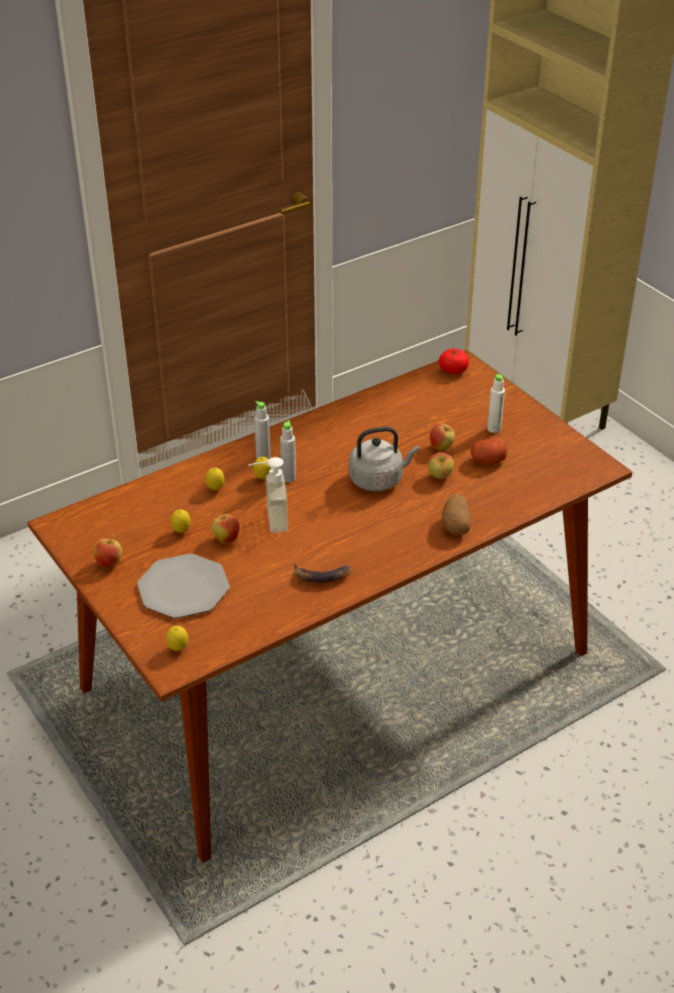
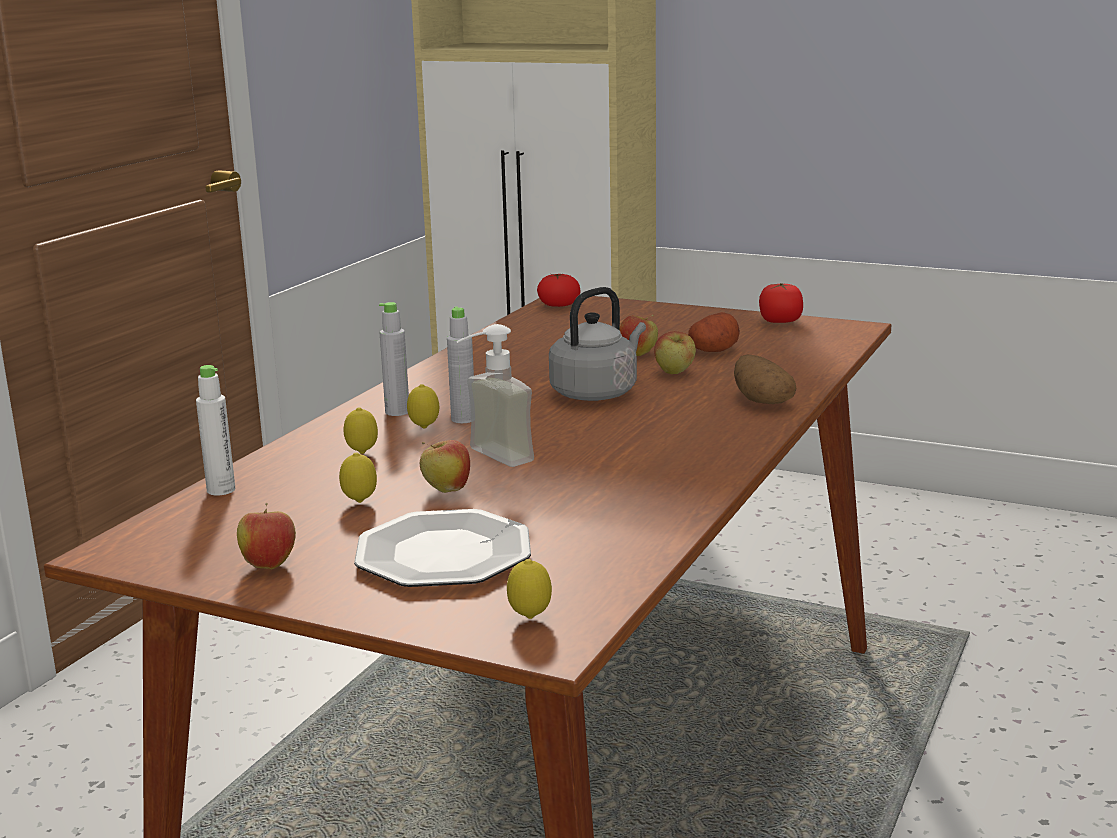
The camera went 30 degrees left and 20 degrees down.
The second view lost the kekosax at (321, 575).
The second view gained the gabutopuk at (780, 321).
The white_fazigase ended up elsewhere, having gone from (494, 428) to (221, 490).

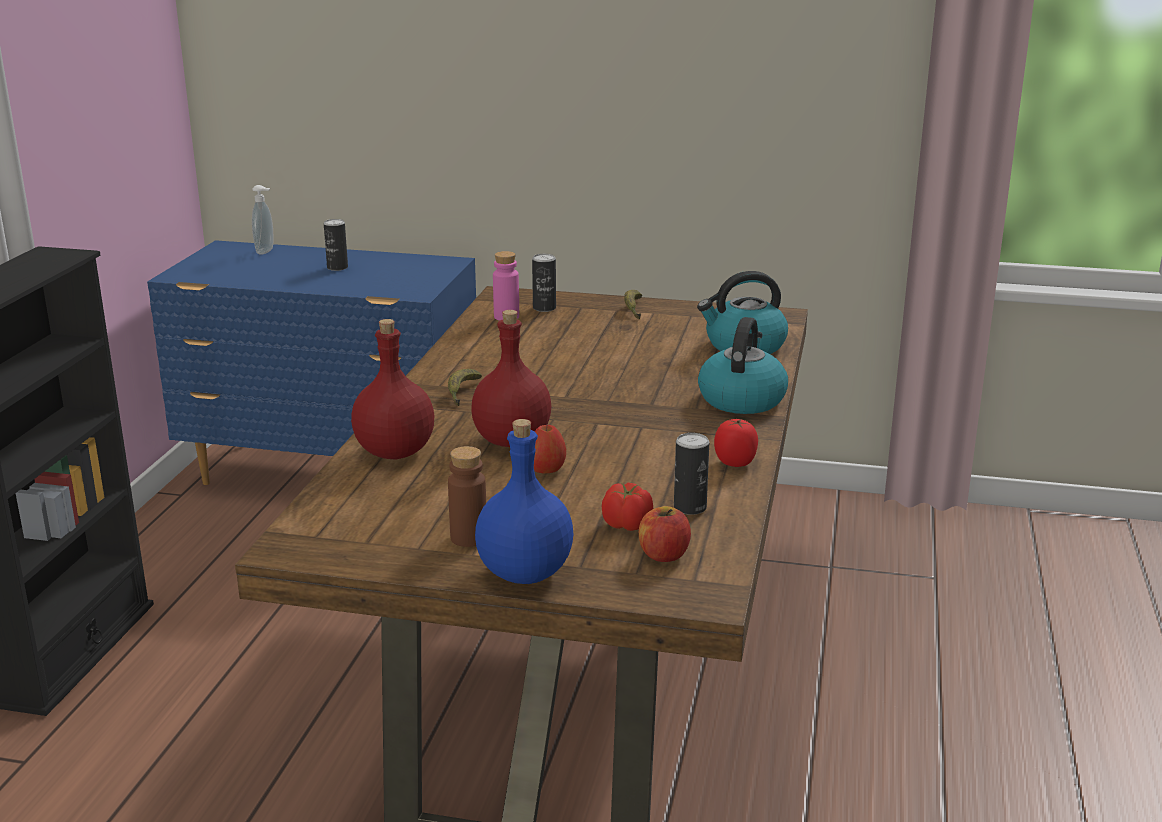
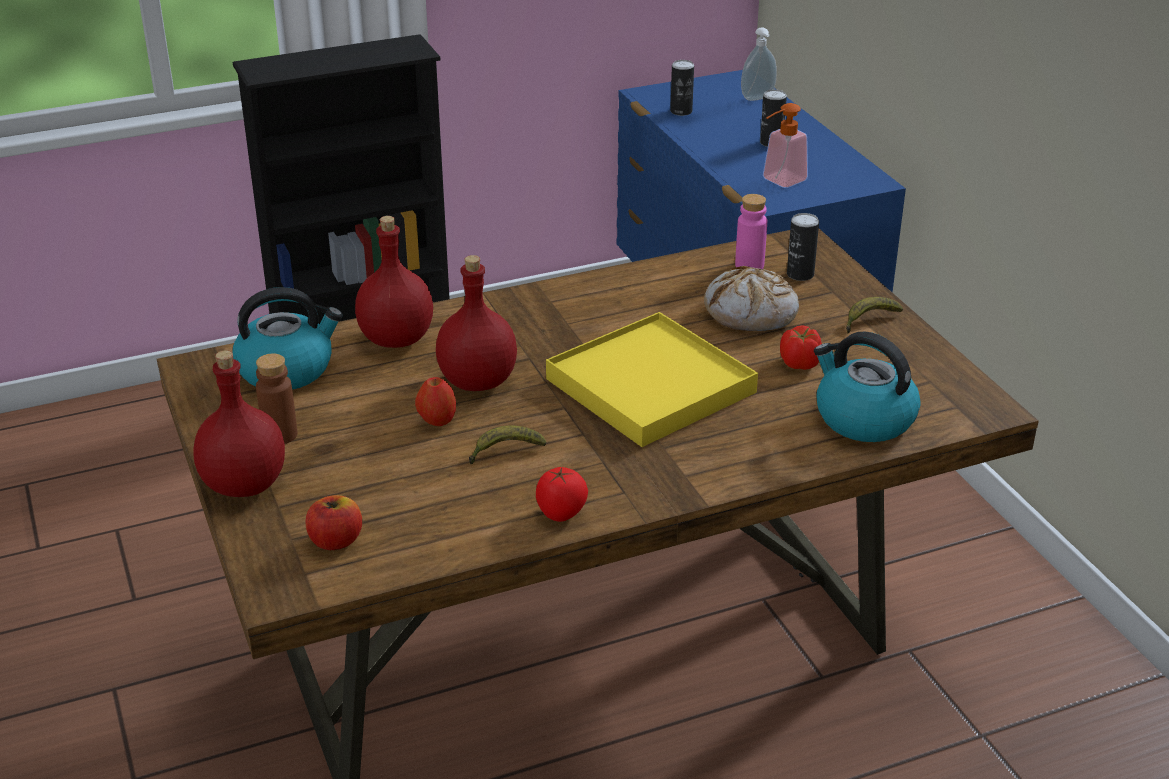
The camera went 55 degrees right and 10 degrees up.
The second view gained the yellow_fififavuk at (651, 386).
The second view gained the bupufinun at (751, 313).
The second view gained the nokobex at (779, 182).
The kekosax ended up elsewhere, having gone from (462, 393) to (505, 451).
The gabutopuk ended up elsewhere, having gone from (627, 525) to (799, 364).
The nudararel ended up elsewhere, having gone from (690, 507) to (681, 111).
The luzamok ended up elsewhere, having gone from (741, 399) to (287, 369).
What was the blue_fazigase at (523, 574) turned into the red_fazigase at (243, 484).

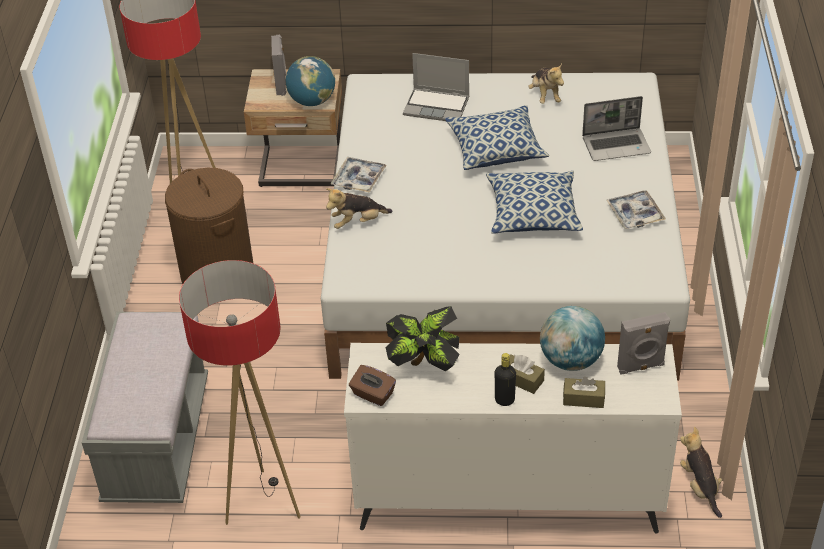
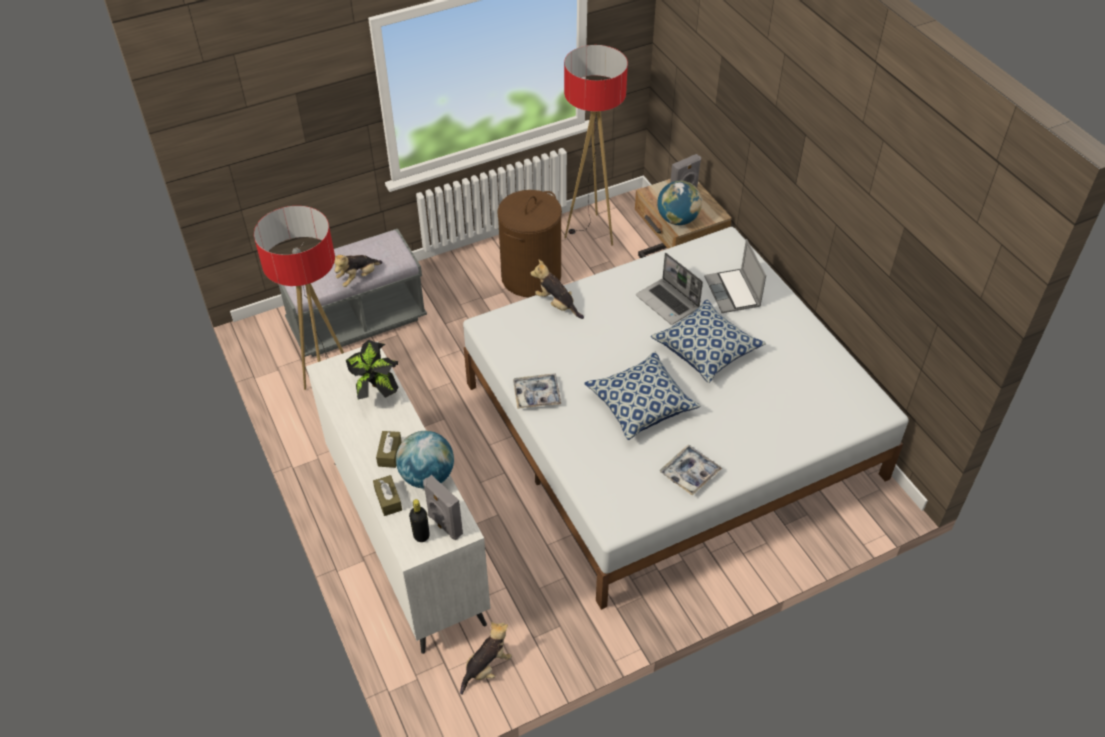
The camera went 60 degrees right and 5 degrees up.
The second view lost the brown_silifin at (372, 394).
The fififavuk ended up elsewhere, having gone from (358, 179) to (537, 395).
The black_fazigase ended up elsewhere, having gone from (504, 400) to (421, 535).
The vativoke ended up elsewhere, having gone from (545, 96) to (358, 278).
The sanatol ended up elsewhere, having gone from (616, 145) to (668, 302).

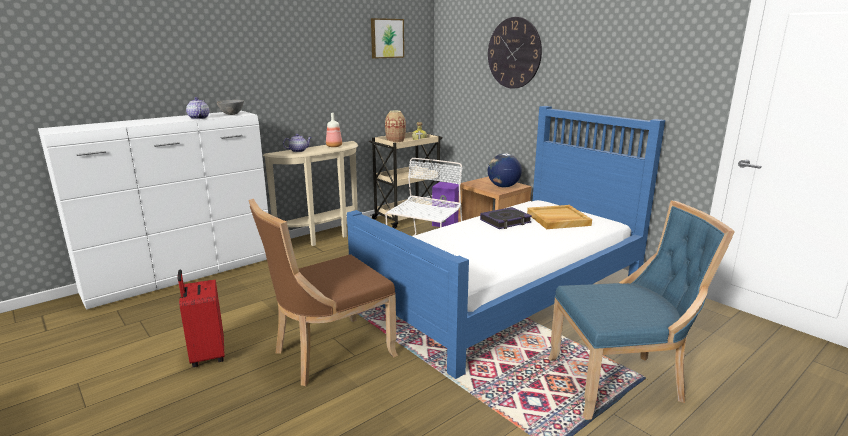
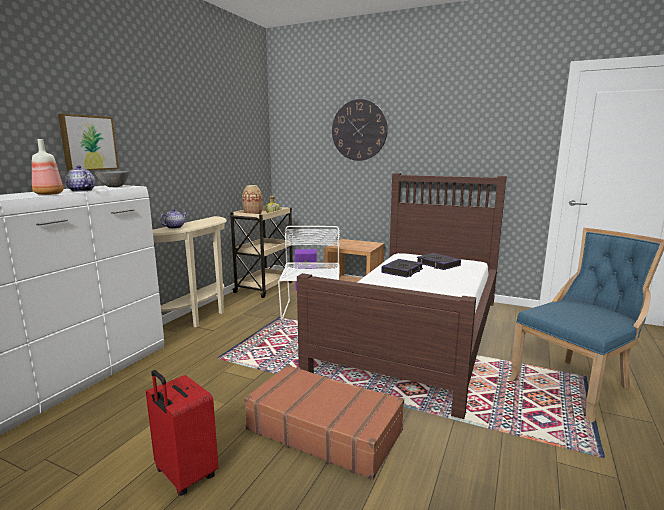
The camera went 25 degrees left and 5 degrees down.
The second view lost the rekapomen at (503, 186).
The fazigase ended up elsewhere, having gone from (334, 146) to (48, 194).
The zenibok ended up elsewhere, having gone from (386, 38) to (88, 143).
Where the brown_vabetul stood at (329, 353), the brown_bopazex came to stand at (324, 429).
Where the beige_fififavuk stood at (558, 219), the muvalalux came to stand at (438, 264).
What was the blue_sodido at (506, 291) turned into the brown_sodido at (415, 333).

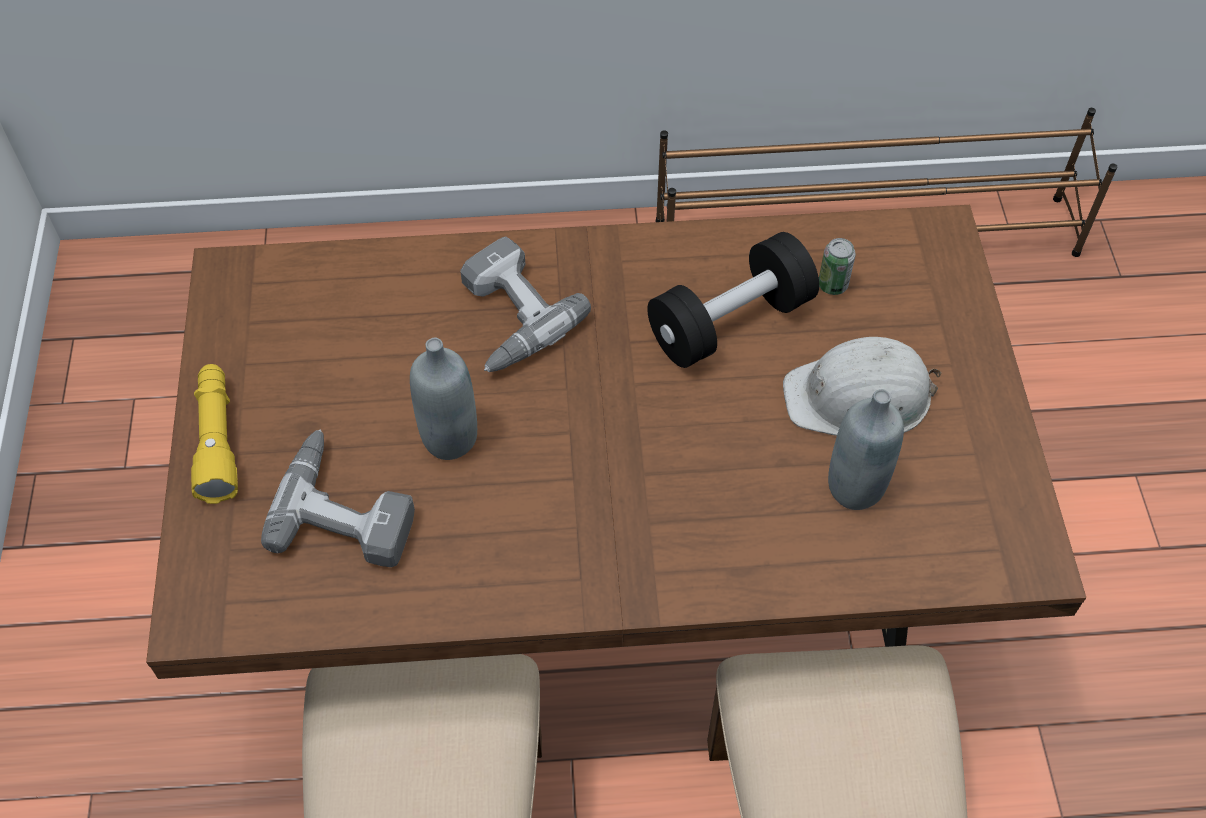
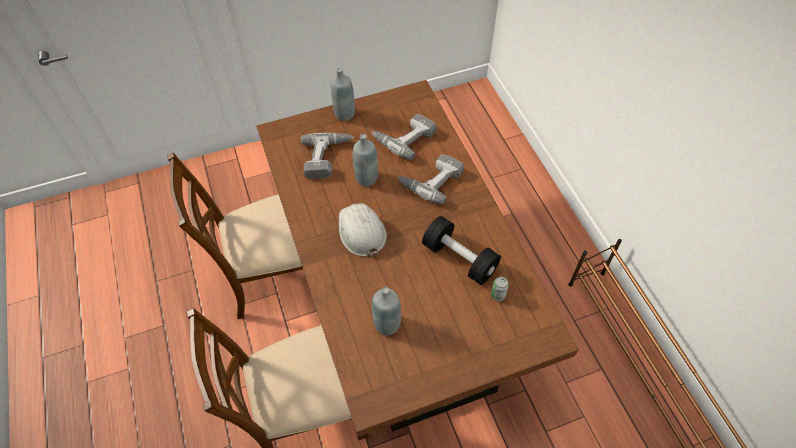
The camera went 75 degrees right and 0 degrees up.
The second view gained the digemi at (404, 137).
The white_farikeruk ended up elsewhere, having gone from (859, 397) to (361, 231).
Where the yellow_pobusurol stood at (217, 440), the grey_fazigase came to stand at (344, 114).

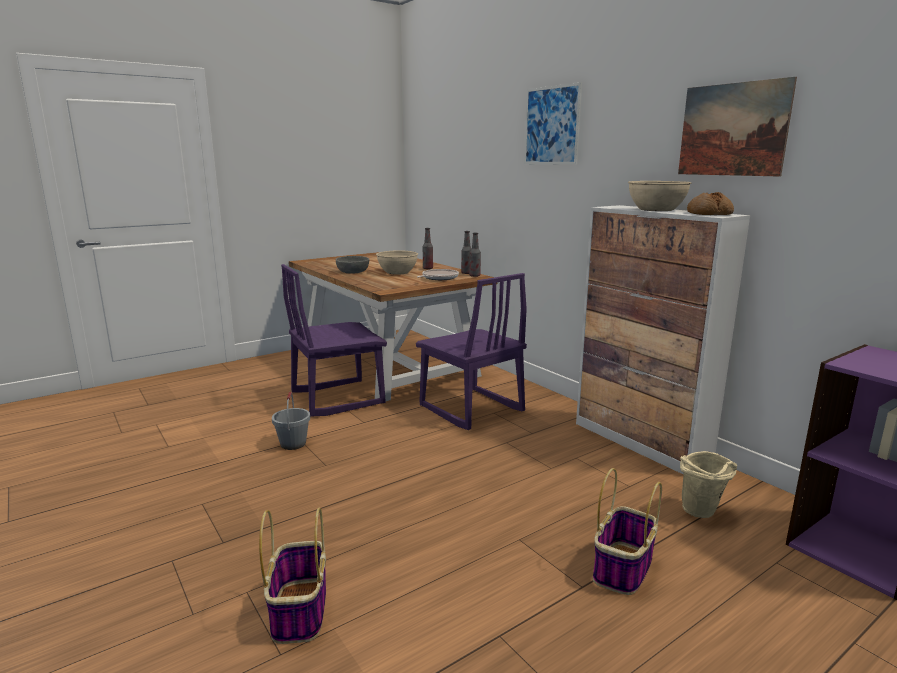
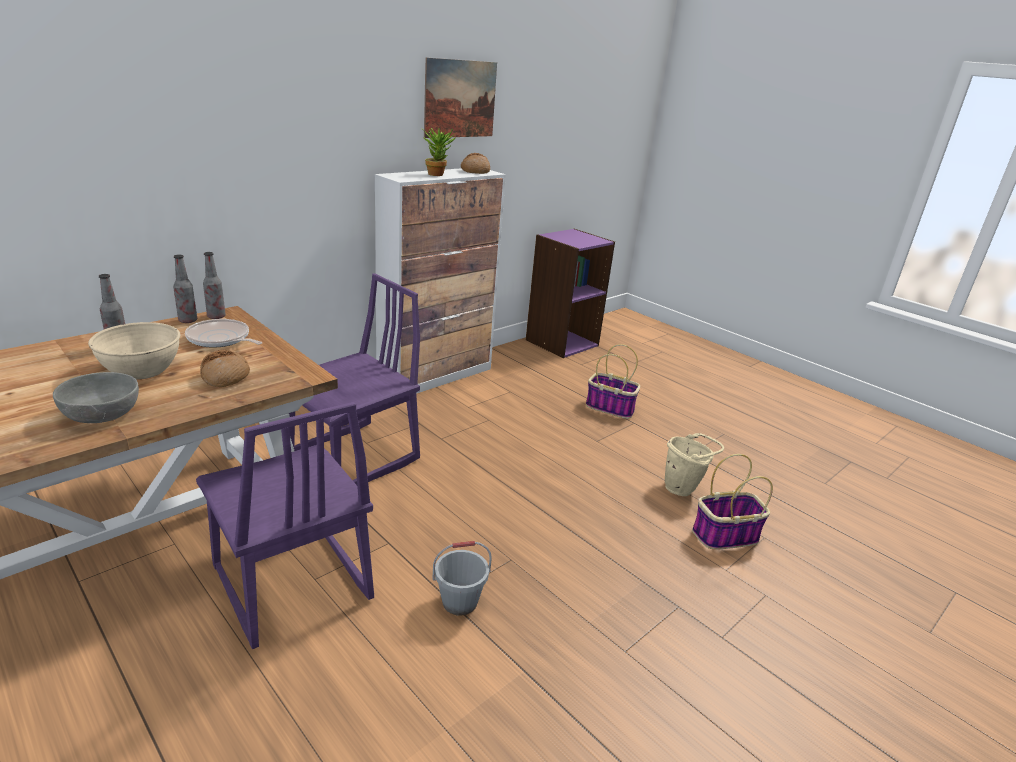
The camera went 100 degrees left and 10 degrees up.
The second view lost the zenibok at (551, 125).
The second view gained the bupufinun at (225, 376).
The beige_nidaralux ended up elsewhere, having gone from (701, 514) to (683, 489).
Where the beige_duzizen stood at (656, 209), the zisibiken came to stand at (437, 174).

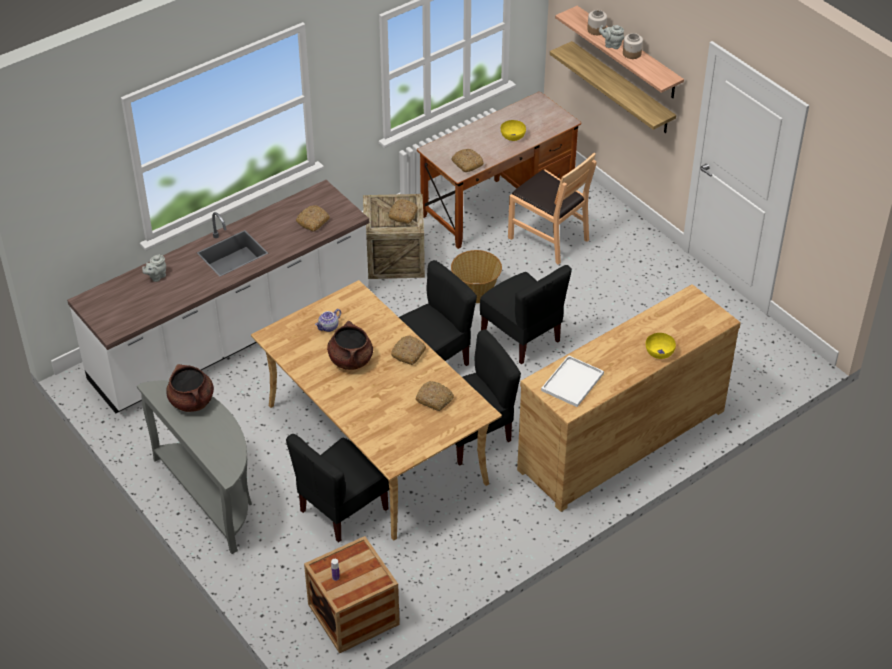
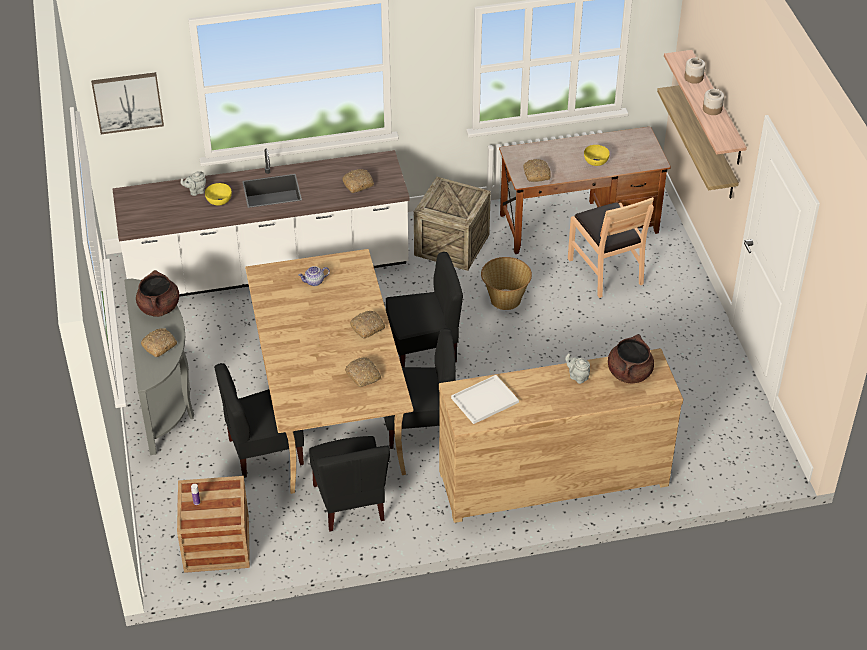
The camera went 25 degrees right and 0 degrees up.
The second view gained the zenibok at (128, 102).
The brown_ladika ended up elsewhere, having gone from (350, 360) to (629, 373).
The bupufinun ended up elsewhere, having gone from (403, 214) to (159, 345).
The black_vabetul ended up elsewhere, having gone from (522, 337) to (350, 503).
The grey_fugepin ended up elsewhere, having gone from (611, 45) to (577, 376).
The yellow_duzizen ended up elsewhere, having gone from (659, 352) to (219, 200).

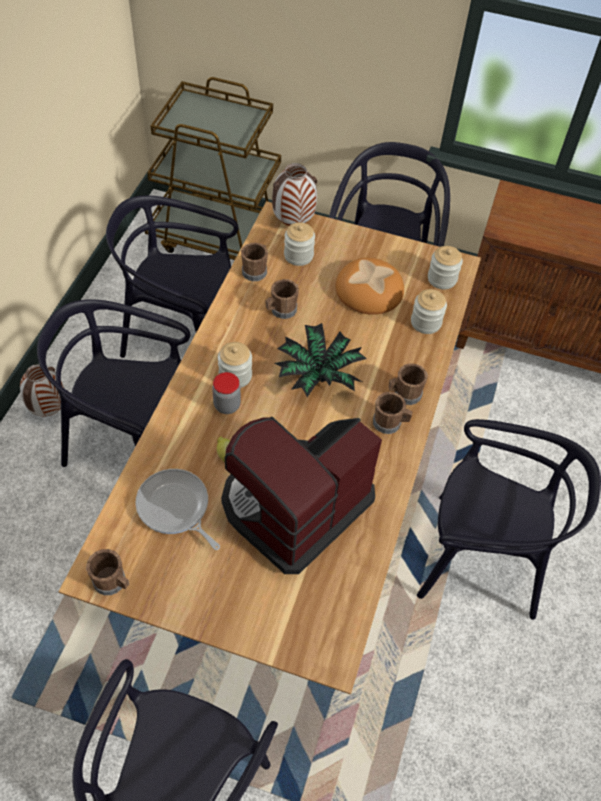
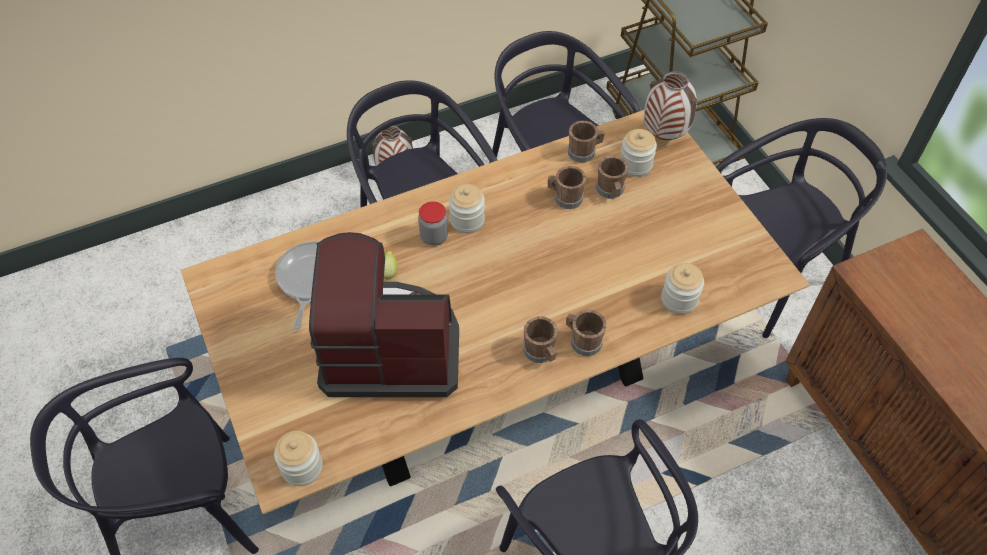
The camera went 50 degrees right and 0 degrees up.
The second view lost the zisibiken at (318, 375).
The second view lost the bupufinun at (370, 290).
The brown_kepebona ended up elsewhere, having gone from (112, 582) to (610, 191).
The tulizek ended up elsewhere, having gone from (442, 279) to (302, 467).

